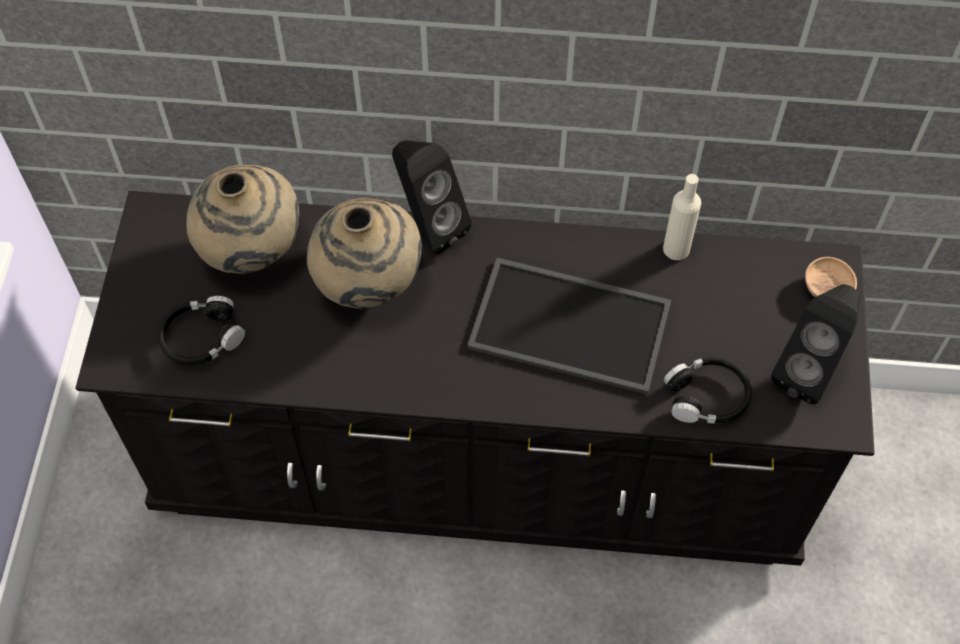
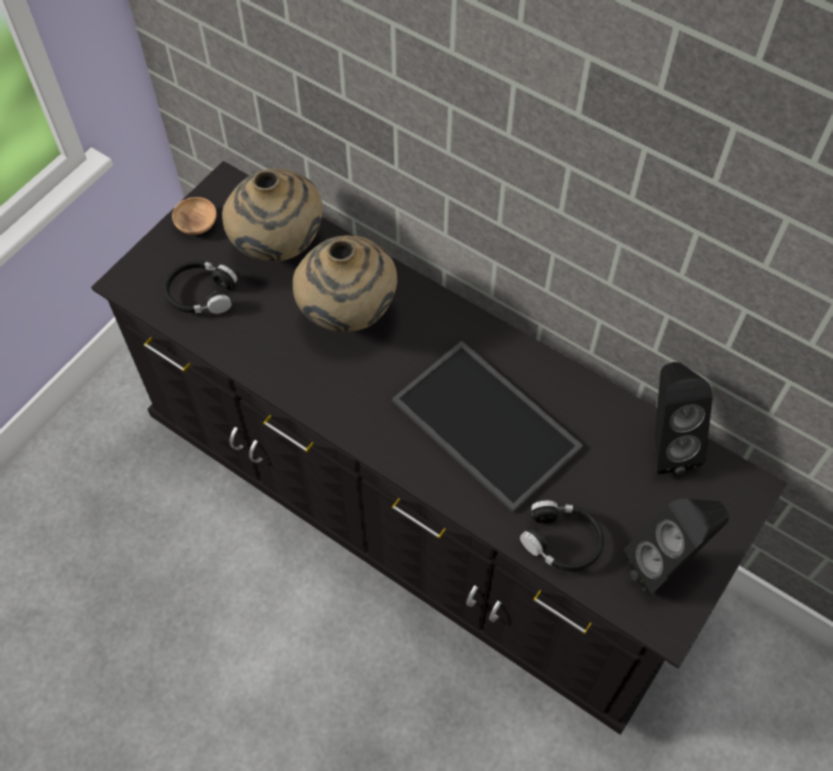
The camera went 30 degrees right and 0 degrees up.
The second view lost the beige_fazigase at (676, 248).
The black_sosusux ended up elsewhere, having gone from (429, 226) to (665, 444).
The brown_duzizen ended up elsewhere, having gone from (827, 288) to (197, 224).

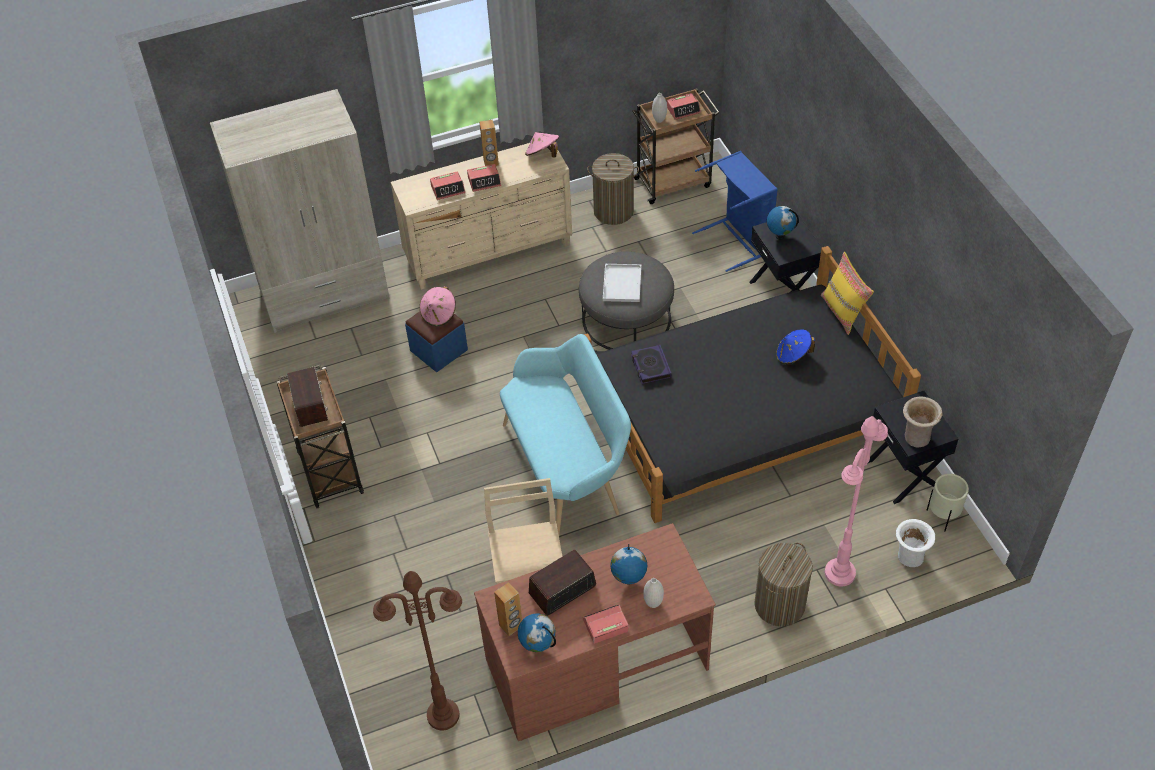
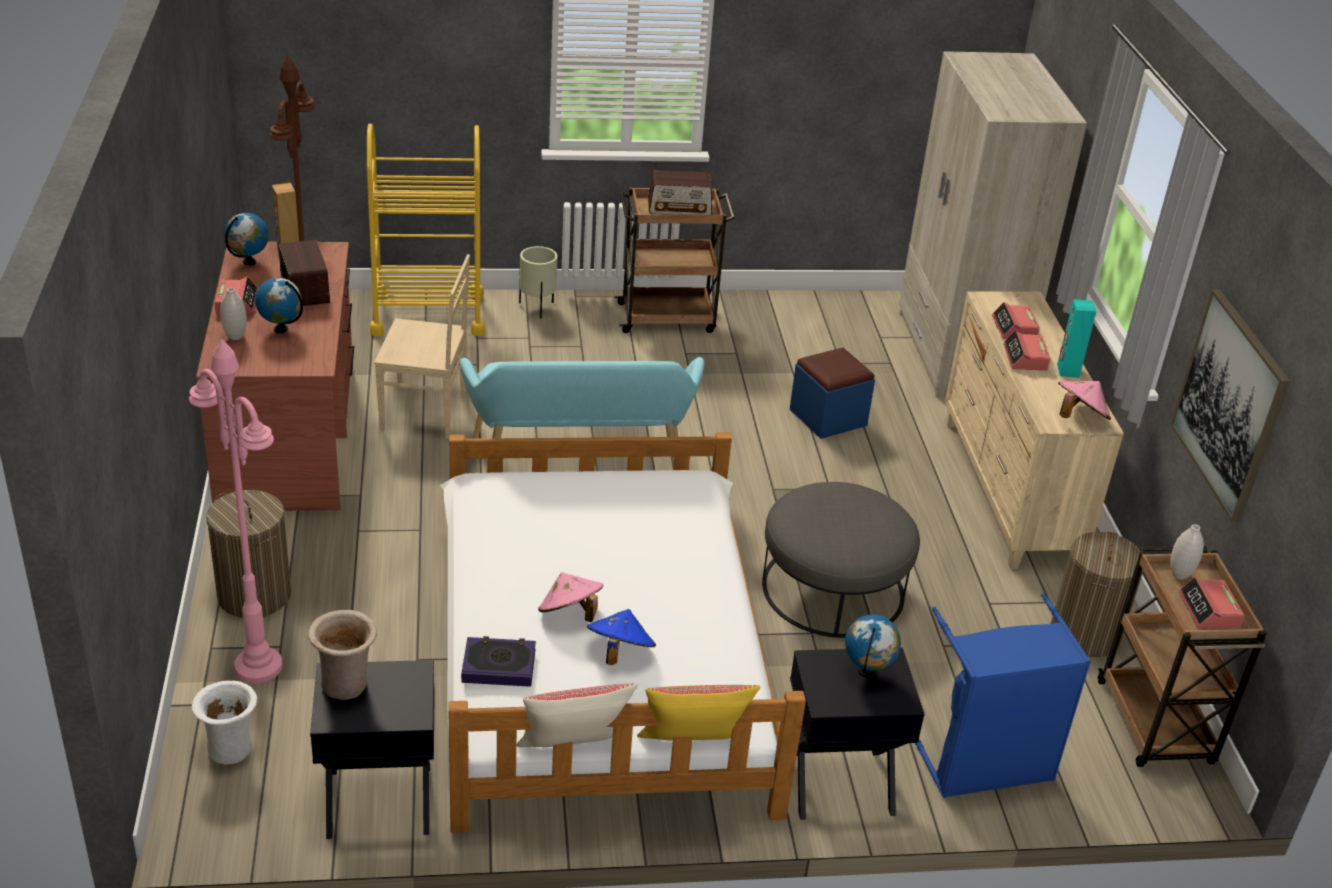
The camera went 100 degrees right and 15 degrees down.
The second view lost the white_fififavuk at (621, 283).
The second view gained the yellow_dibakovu at (427, 314).
The second view gained the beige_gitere at (573, 751).
The second view gained the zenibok at (1230, 404).
The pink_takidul ended up elsewhere, having gone from (439, 314) to (570, 614).
The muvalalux ended up elsewhere, having gone from (650, 366) to (499, 666).
The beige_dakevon ended up elsewhere, having gone from (942, 517) to (537, 308).
What was the brown_sosusux at (491, 162) turned into the turquoise_sosusux at (1067, 371).
What was the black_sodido at (740, 410) turned into the white_sodido at (600, 656).

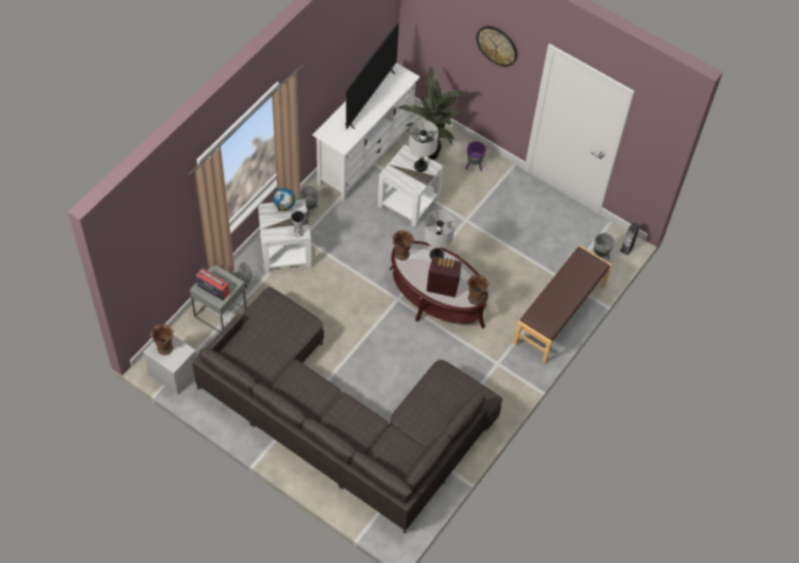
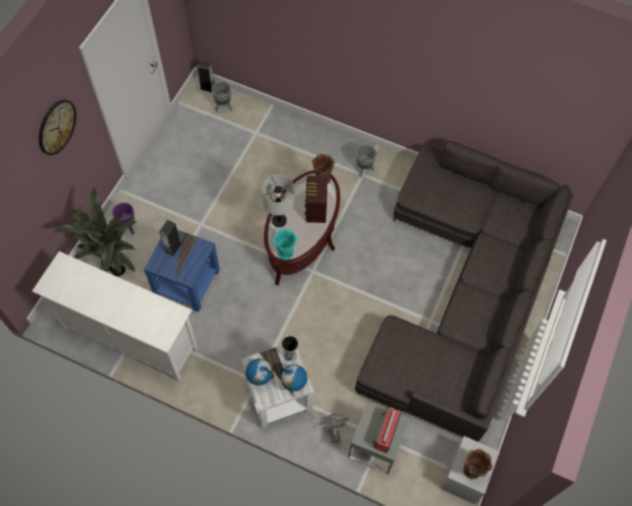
The camera went 100 degrees left and 5 degrees up.
The second view lost the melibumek at (370, 98).
The second view lost the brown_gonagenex at (560, 314).
The second view gained the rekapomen at (294, 384).
The grey_dakevon ended up elsewhere, having gone from (309, 210) to (363, 170).
Where the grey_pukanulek stood at (420, 166), the sosusux came to stand at (173, 247).
What was the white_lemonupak at (409, 201) turned into the blue_lemonupak at (186, 281).
What was the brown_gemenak at (402, 254) turned into the turquoise_gemenak at (285, 253).

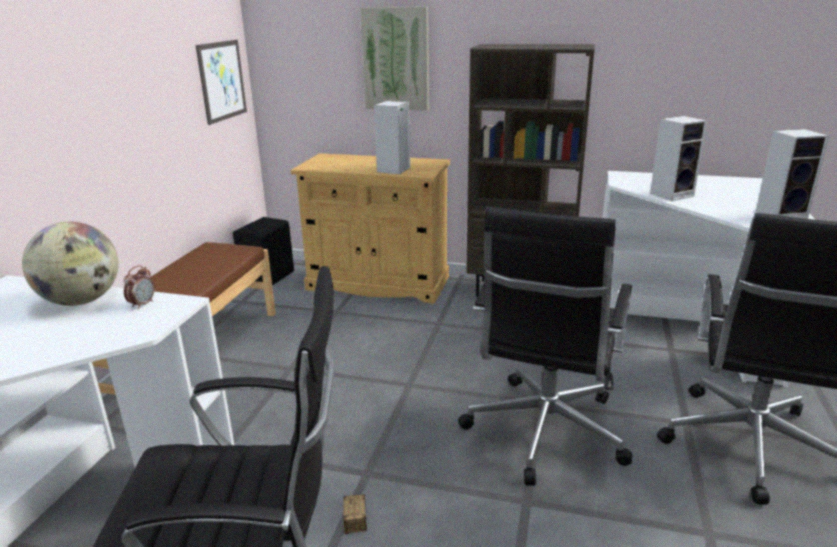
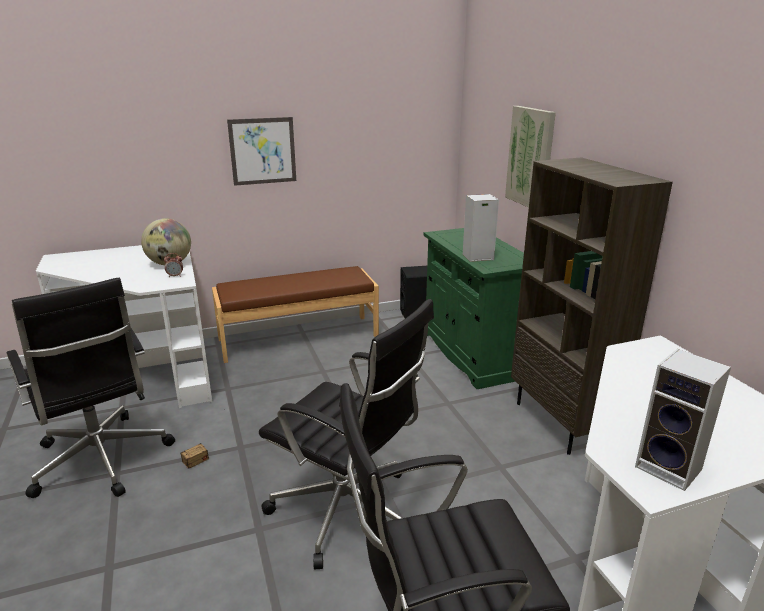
The camera went 55 degrees right and 0 degrees up.
The second view lost the sosusux at (672, 194).
The zenibok ended up elsewhere, having gone from (222, 81) to (262, 151).
What was the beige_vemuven at (378, 283) turned into the green_vemuven at (472, 353).
The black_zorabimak at (543, 433) ended up facing another way, 135 degrees counterclockwise from before.

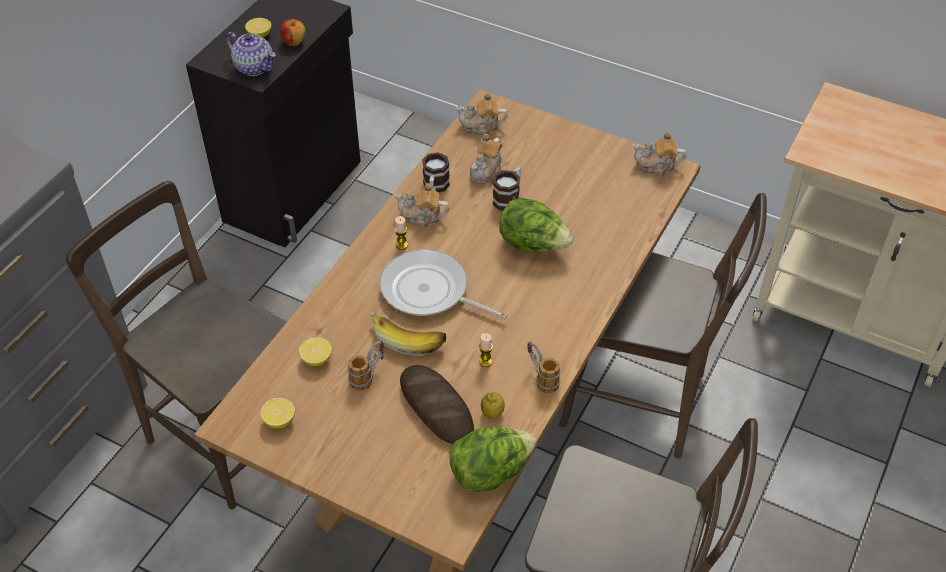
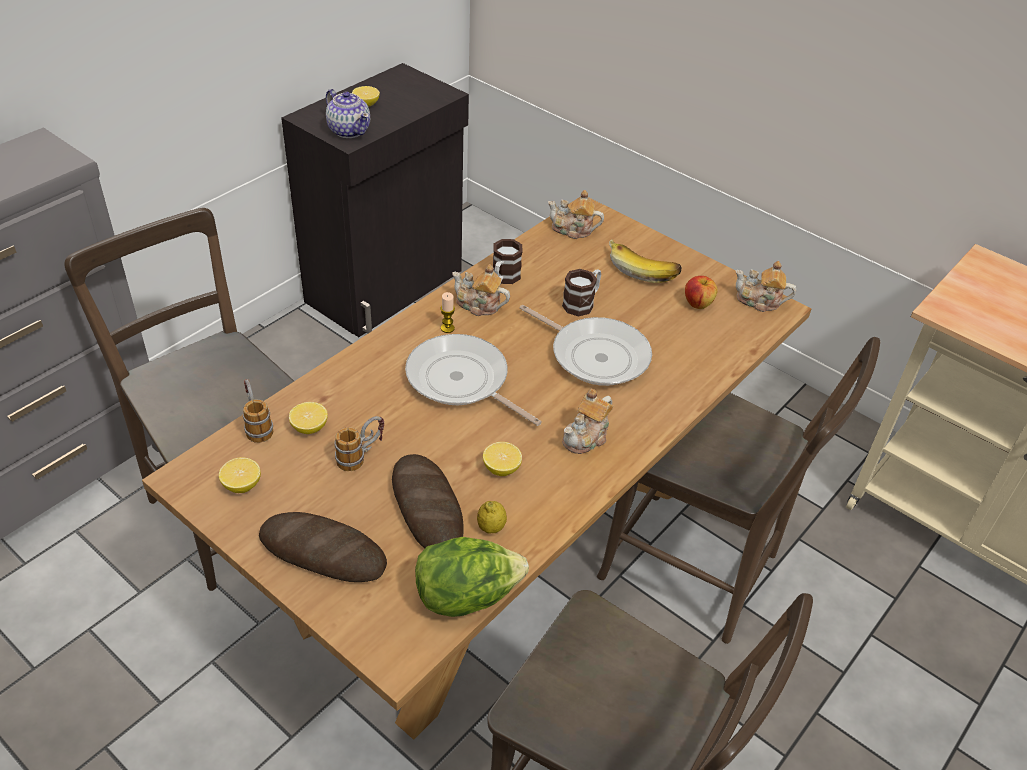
The camera went 10 degrees right and 5 degrees down.
The second view gained the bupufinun at (323, 553).
The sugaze ended up elsewhere, having gone from (294, 42) to (698, 304).
The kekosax ended up elsewhere, having gone from (409, 337) to (643, 269).
The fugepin ended up elsewhere, having gone from (487, 171) to (586, 437).
The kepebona ended up elsewhere, having gone from (541, 377) to (257, 425).
Where the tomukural stood at (485, 361), the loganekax came to stand at (501, 468).
Where the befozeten stood at (533, 245), the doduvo came to stand at (595, 355).

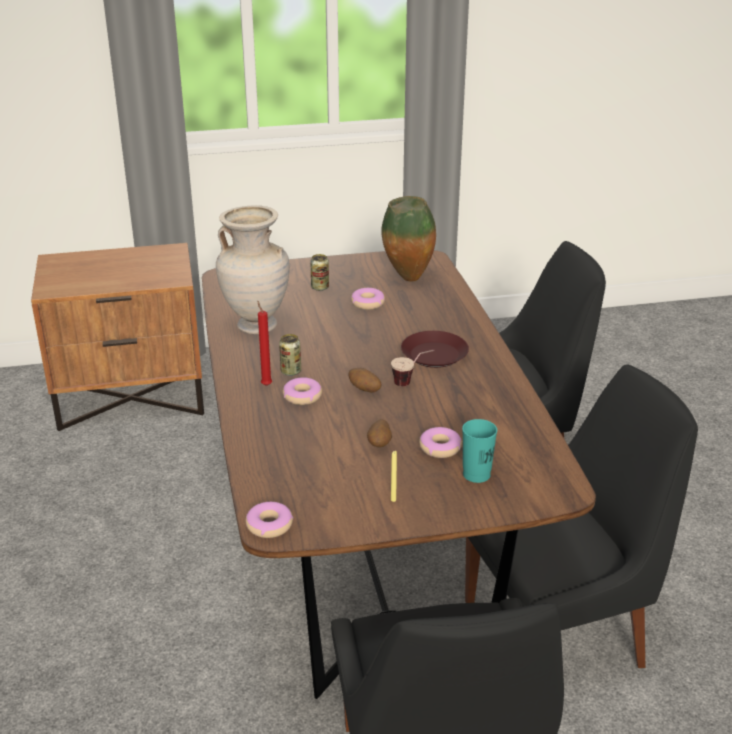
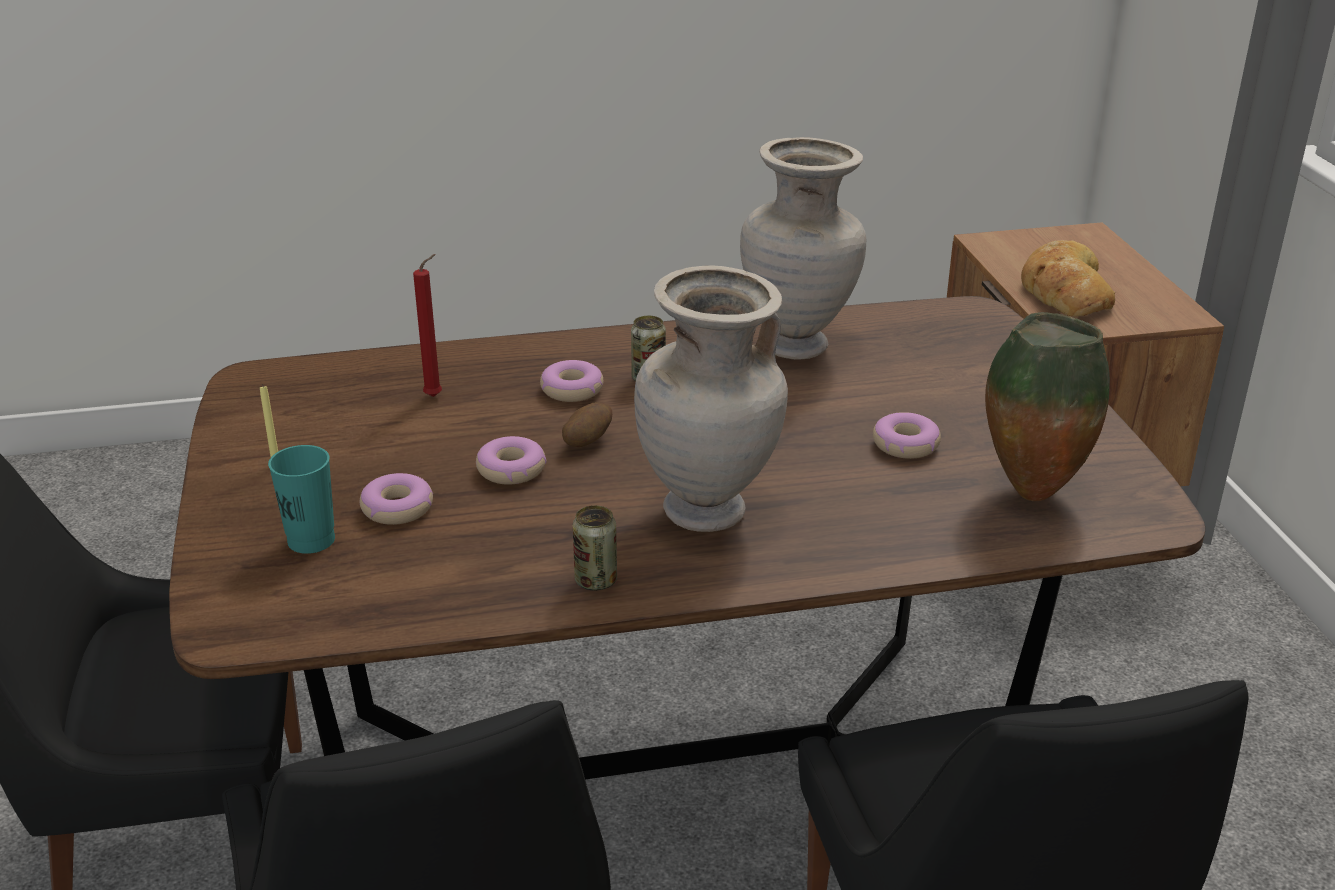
The camera went 90 degrees right and 0 degrees up.
The second view lost the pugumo at (379, 444).
The second view lost the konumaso at (411, 383).
The second view gained the bupufinun at (1064, 290).
The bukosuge ended up elsewhere, having gone from (269, 525) to (511, 470).
The red_tomukural ended up elsewhere, having gone from (266, 384) to (436, 396).
The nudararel ended up elsewhere, having gone from (320, 287) to (596, 581).
Where the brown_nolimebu stood at (435, 355), the beige_gemenak came to stand at (708, 513).

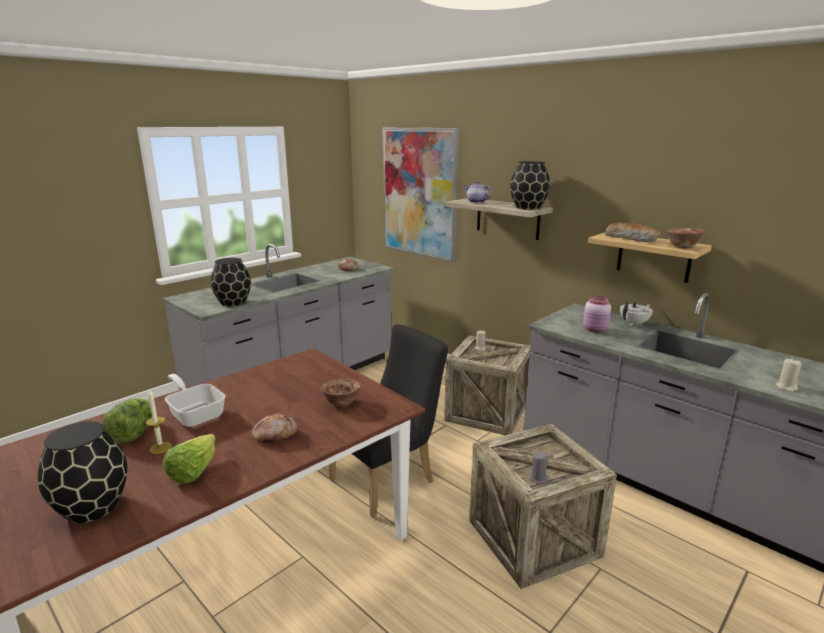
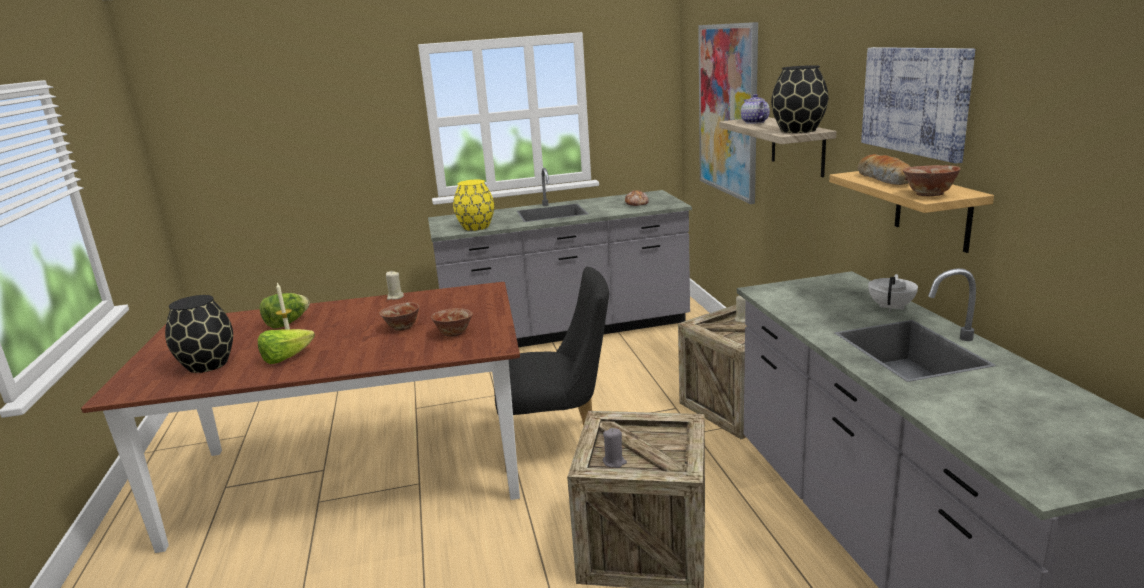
The camera went 35 degrees right and 0 degrees up.
The second view lost the doduvo at (195, 414).
The second view lost the bupufinun at (275, 435).
The second view lost the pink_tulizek at (595, 330).
The second view gained the duzizen at (402, 327).
The second view gained the zenibok at (915, 100).
The beige_tomukural ended up elsewhere, having gone from (786, 387) to (395, 297).
What was the black_gemenak at (234, 302) turned into the yellow_gemenak at (477, 227).
The white_fugepin at (634, 324) ended up facing another way, 60 degrees counterclockwise from before.

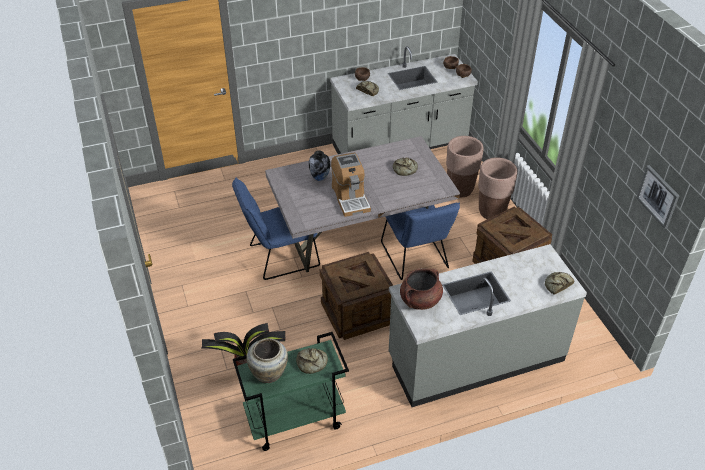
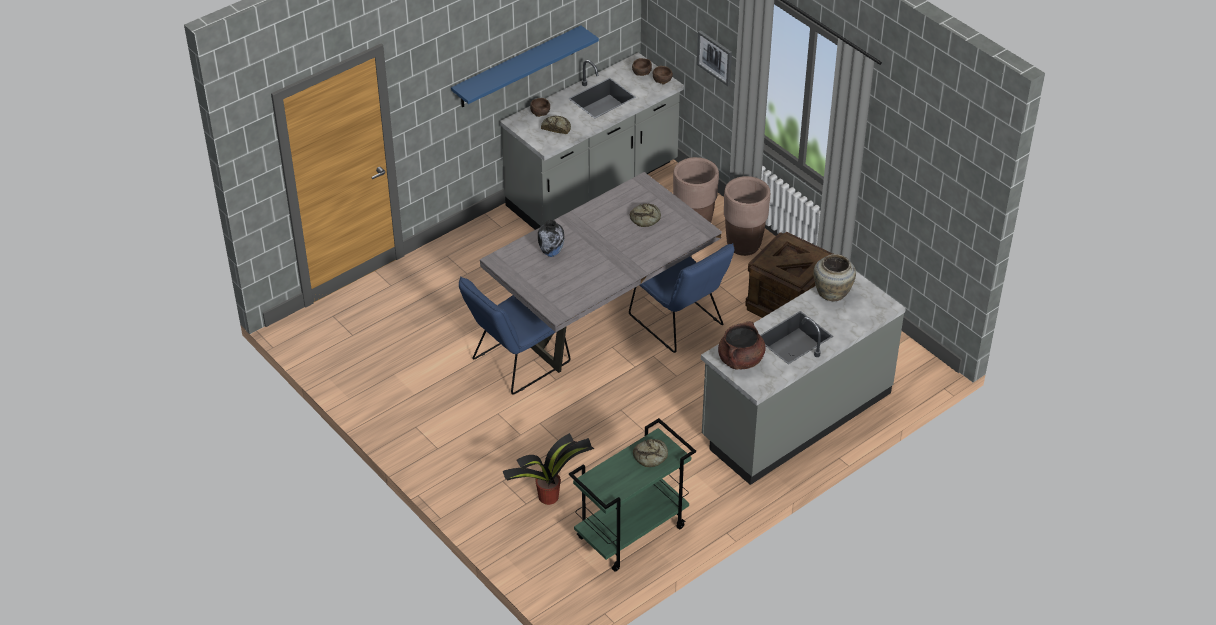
The camera went 20 degrees left and 0 degrees up.
The second view lost the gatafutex at (357, 313).
The second view lost the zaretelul at (350, 198).
The second view lost the bupufinun at (557, 285).
The second view gained the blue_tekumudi at (517, 67).
The beige_gemenak ended up elsewhere, having gone from (269, 373) to (833, 293).
The zenibok ended up elsewhere, having gone from (658, 196) to (715, 57).

